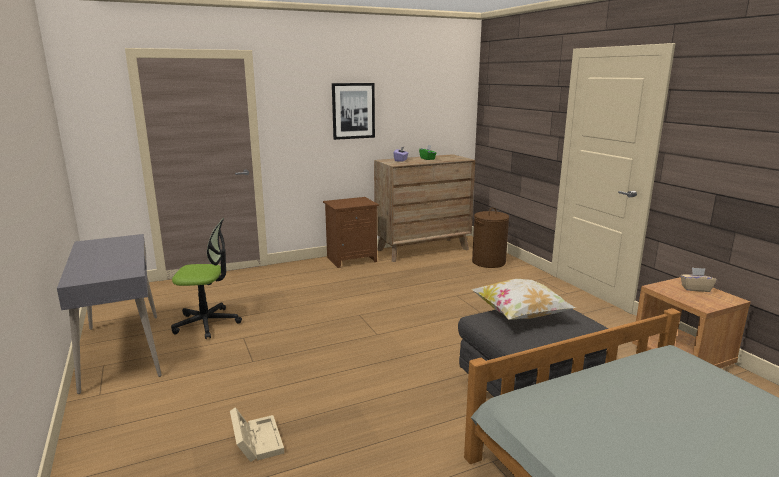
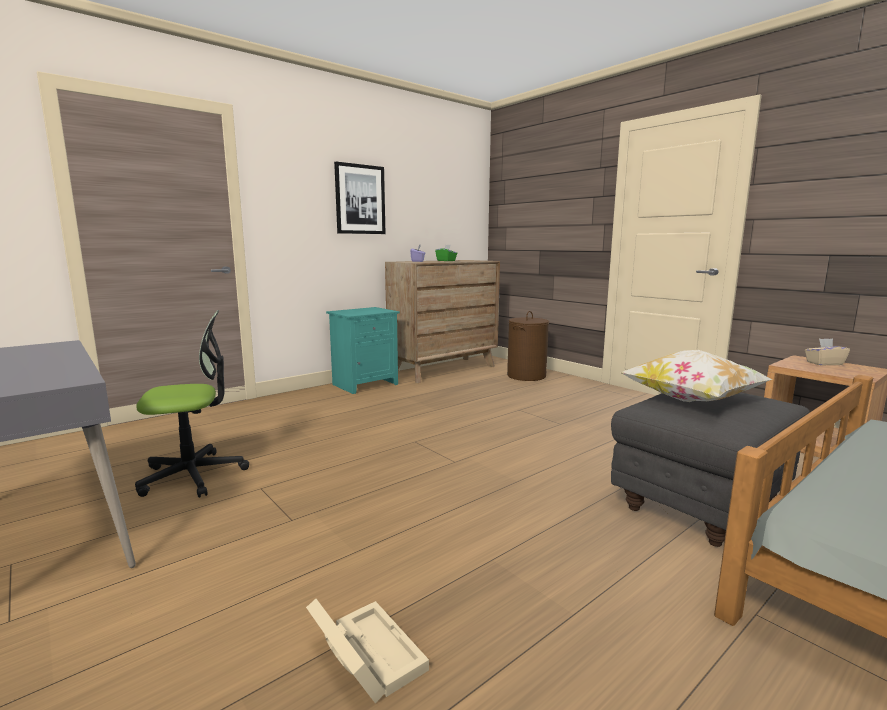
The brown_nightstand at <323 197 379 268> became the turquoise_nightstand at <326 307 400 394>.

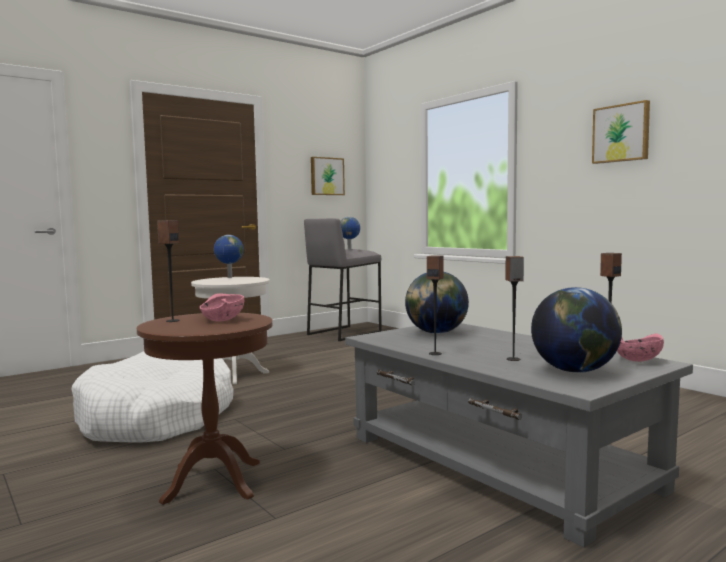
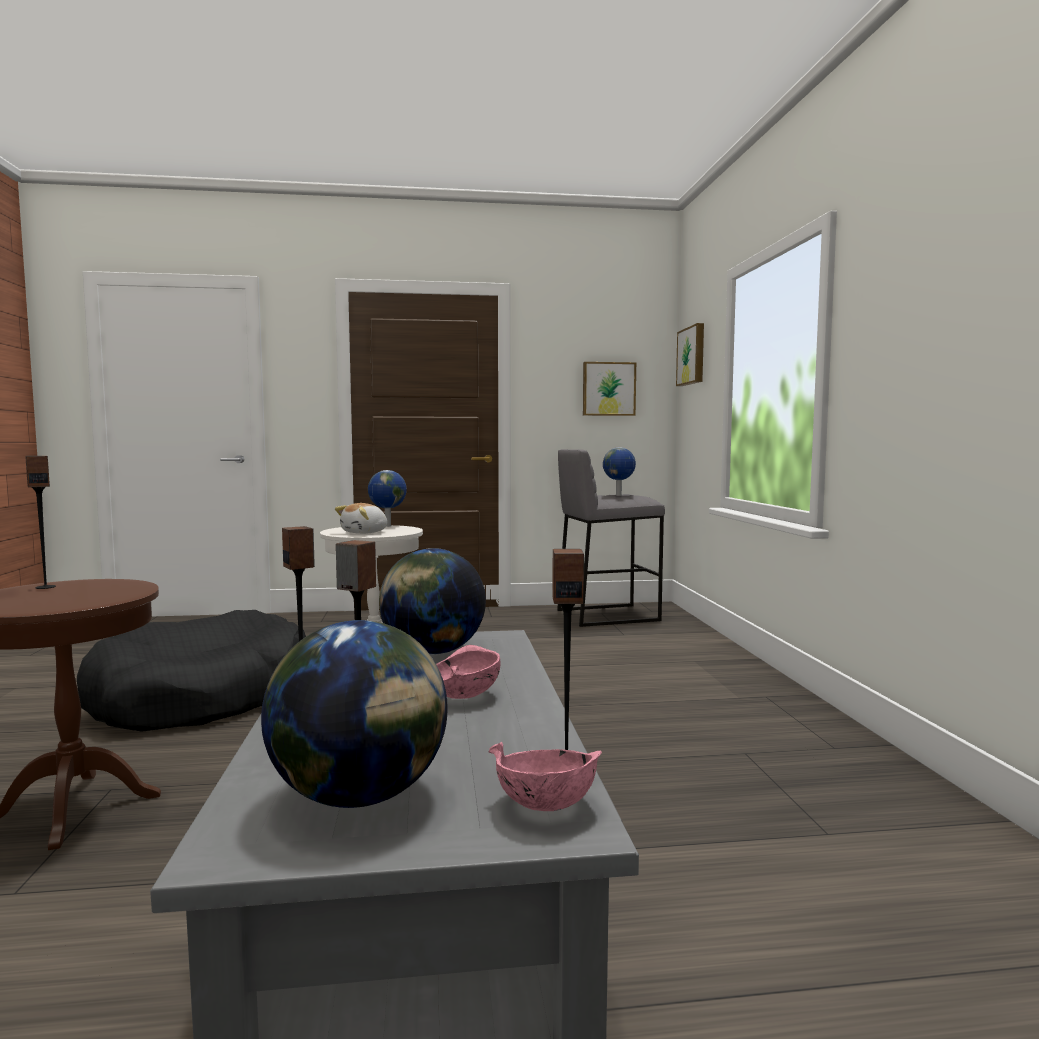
The white_dog_bed at <71 351 234 443> became the black_dog_bed at <77 610 306 732>. The pink_bowl moved from <200 293 245 322> to <436 645 500 699>. The picture moved from <592 100 650 164> to <676 323 704 386>. The plush_toy at <335 503 387 534> appeared.

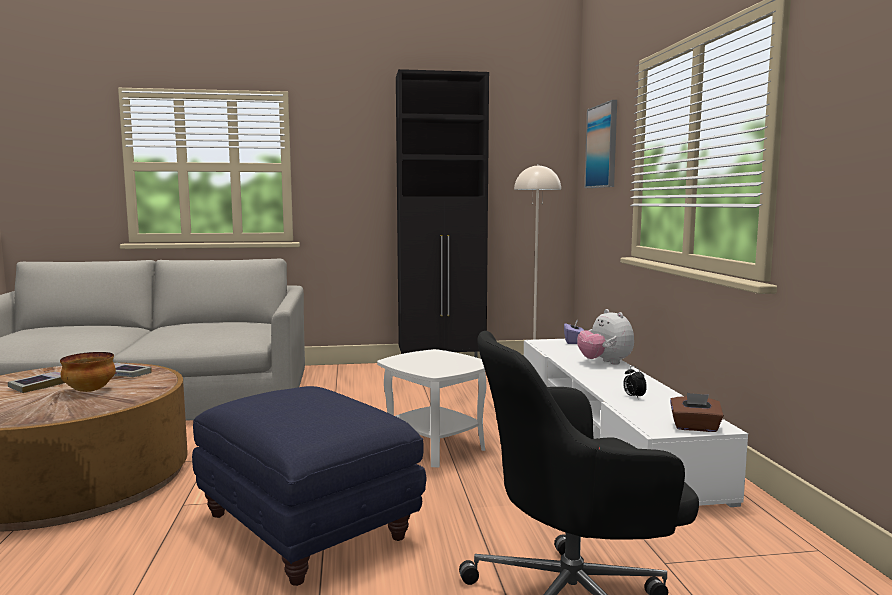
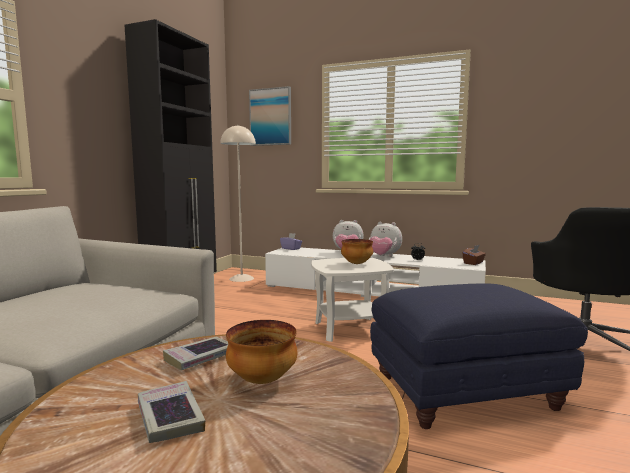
The bowl at <341 239 373 264> appeared. The plush_toy at <369 222 402 257> appeared.

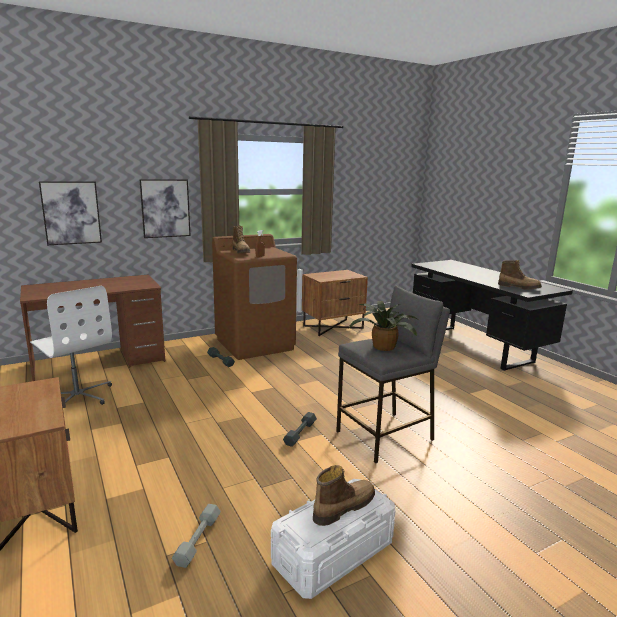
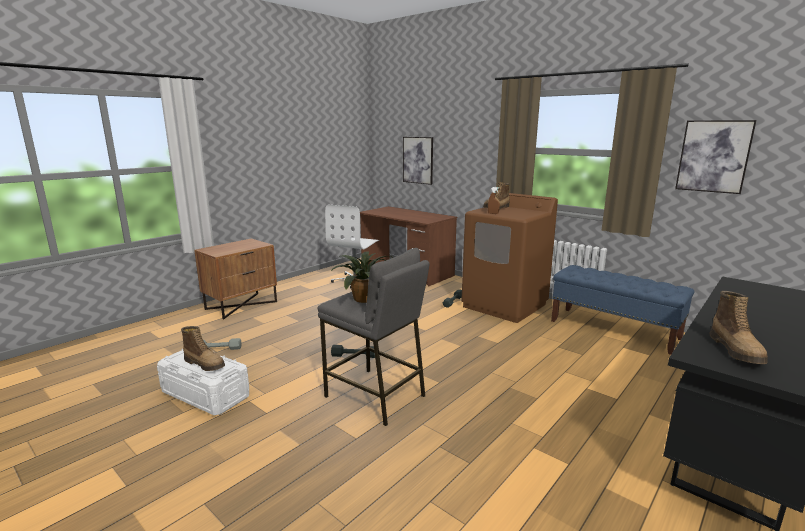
The picture moved from <139 179 191 238> to <675 120 757 194>. The brown_nightstand at <302 270 368 336> was replaced by the blue_bench at <551 265 695 355>.

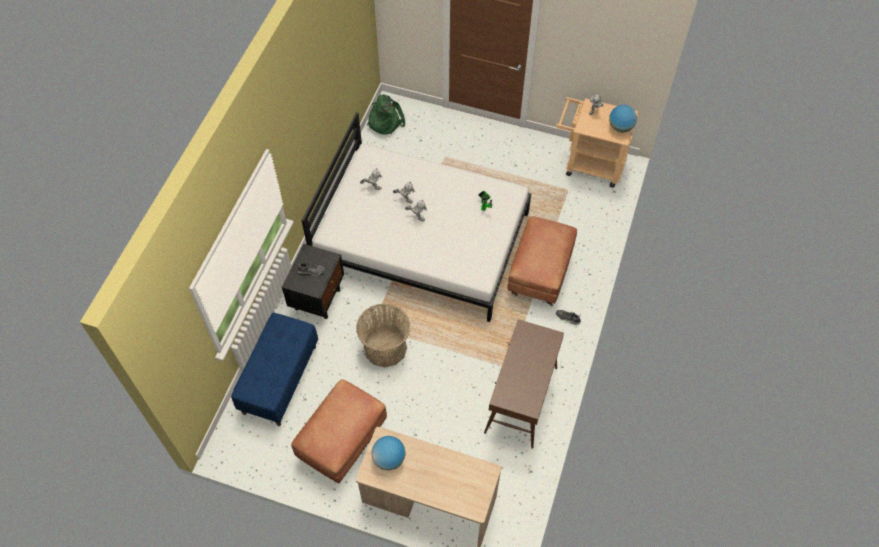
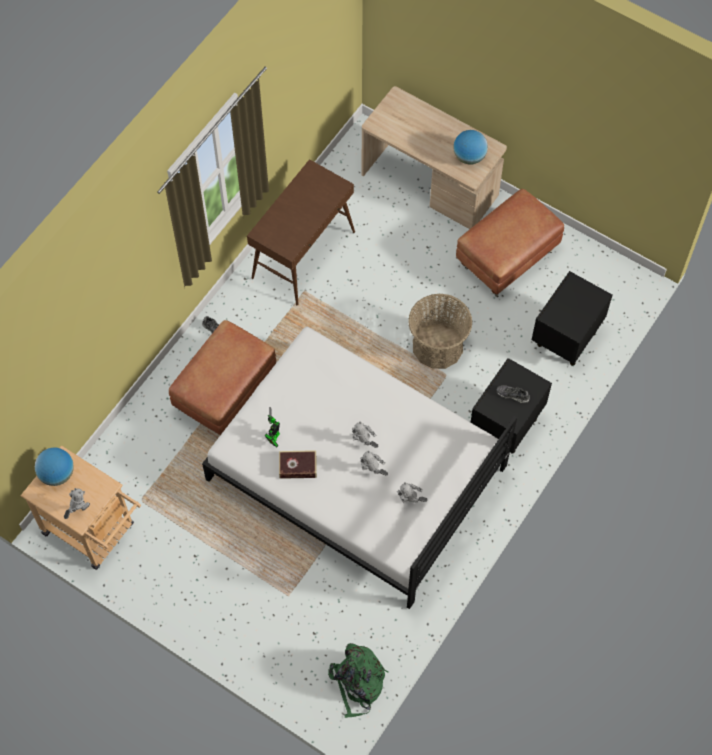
The blue_bench at <231 313 318 426> was replaced by the black_nightstand at <532 271 613 366>. The book at <279 450 317 479> appeared.

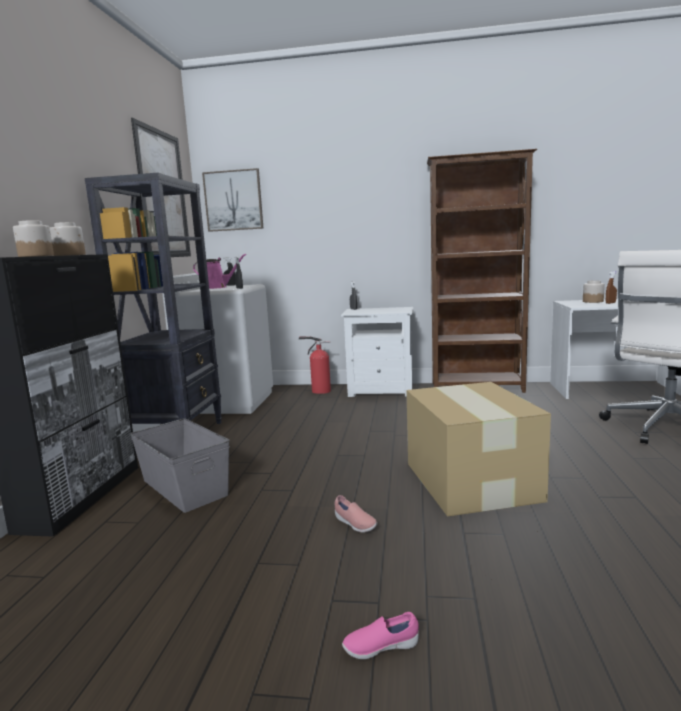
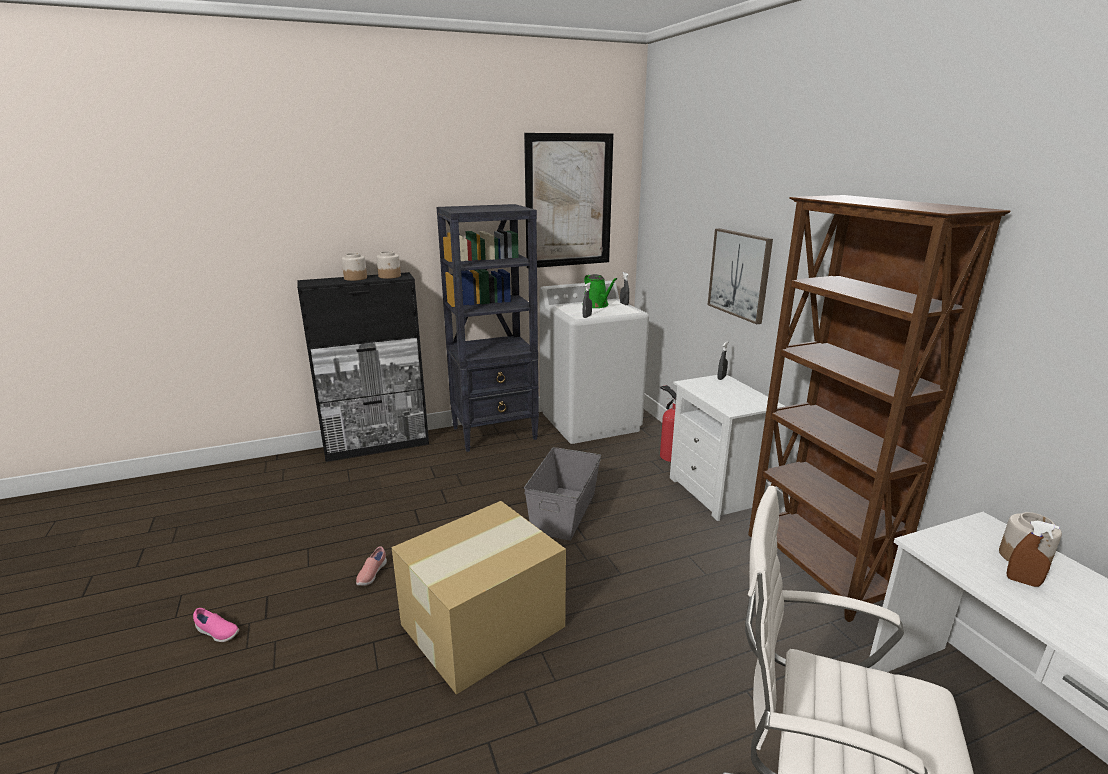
The grey_storage_box moved from <130 418 230 513> to <524 447 601 541>. The pink_watering_can at <193 254 246 289> became the green_watering_can at <582 274 617 308>. The picture moved from <202 168 264 232> to <708 228 773 324>. The pink_shoe at <342 612 419 659> turned 150 degrees clockwise.

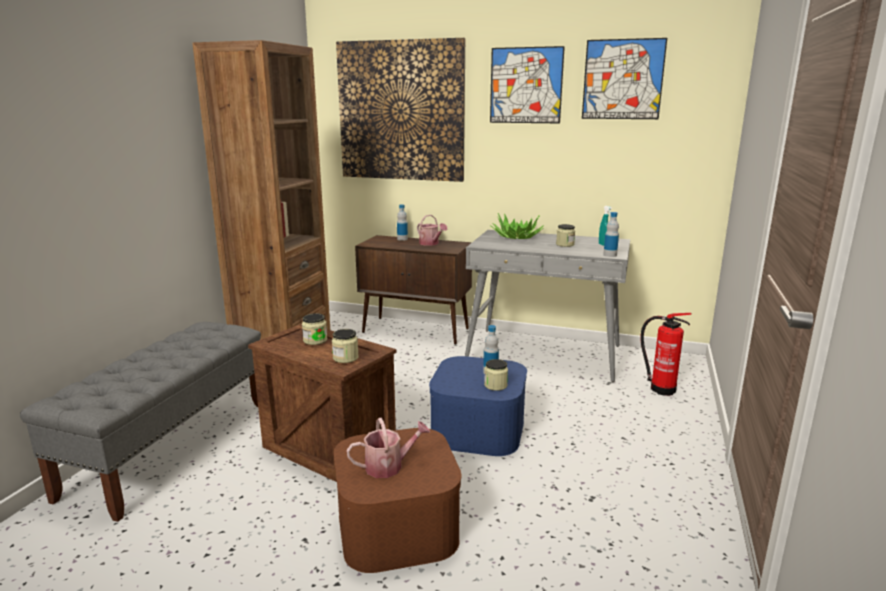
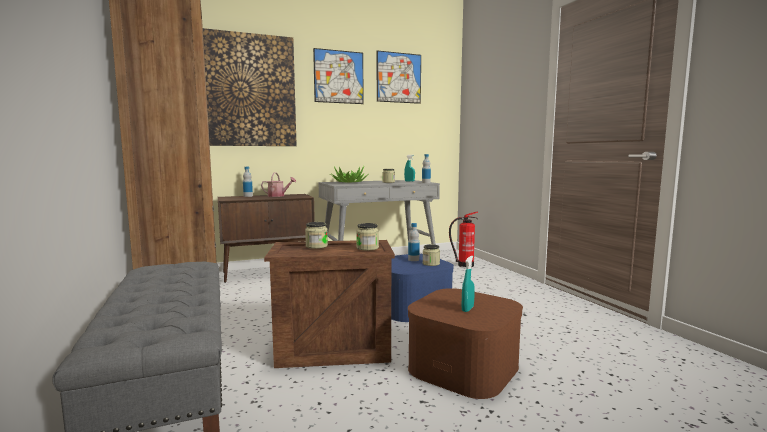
The watering_can at <346 418 430 478> was replaced by the turquoise_spray_bottle at <462 256 475 312>.

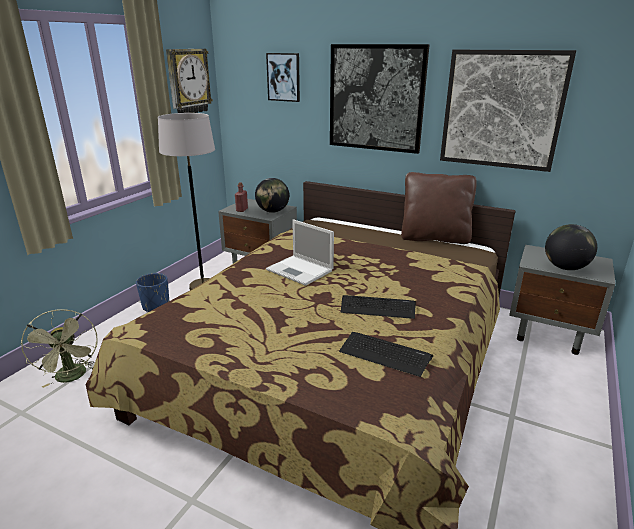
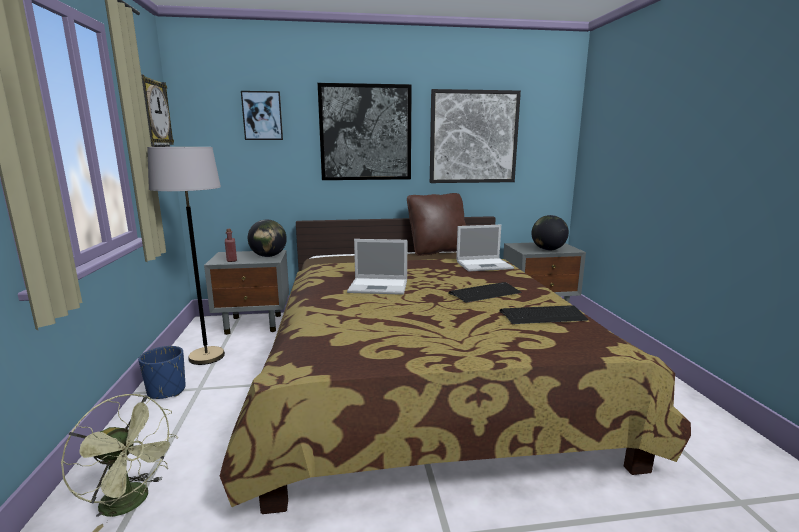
The laptop at <456 225 514 272> appeared.

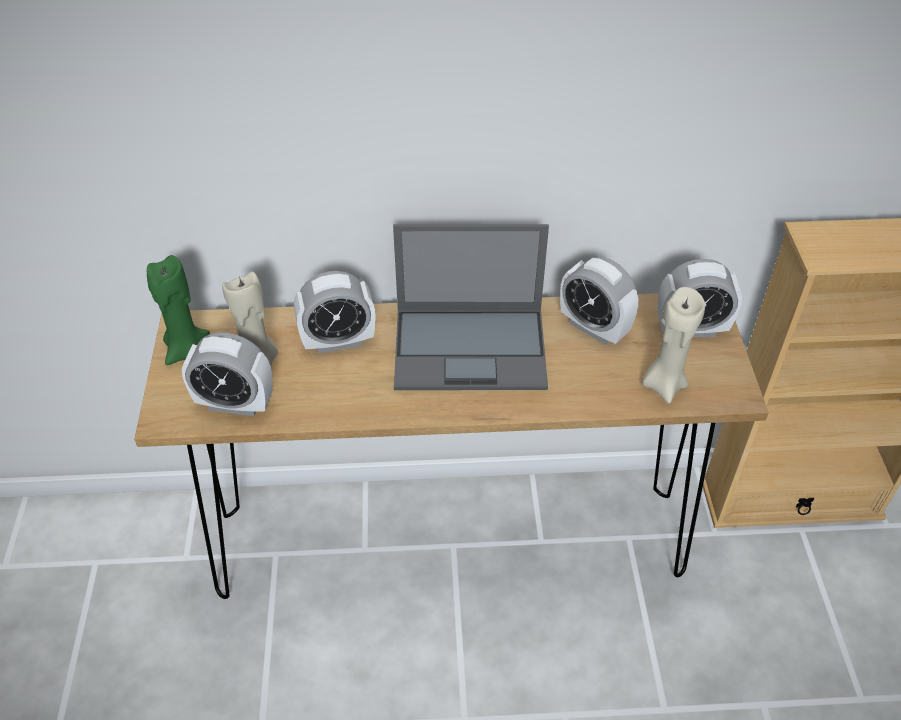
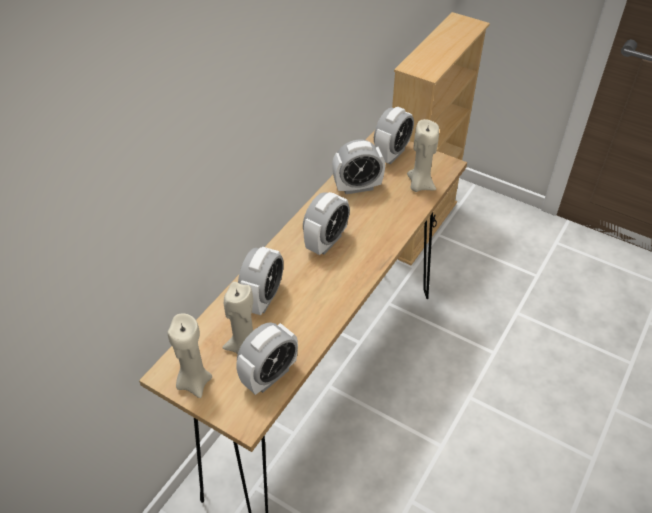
The green_candle at <147 255 210 365> became the beige_candle at <167 313 212 398>. The laptop at <393 224 549 390> was replaced by the alarm_clock at <303 192 350 255>.

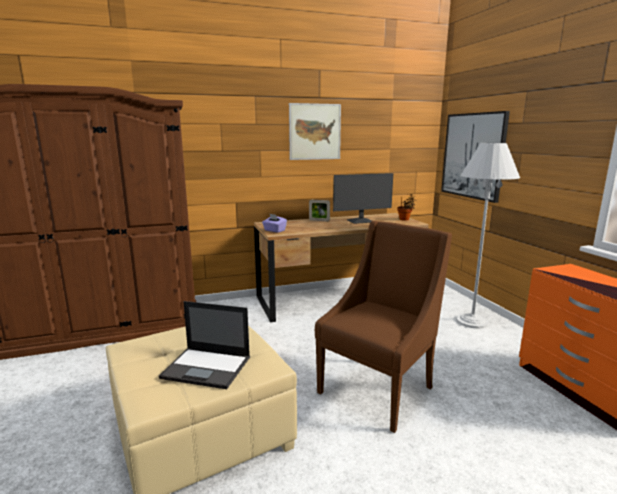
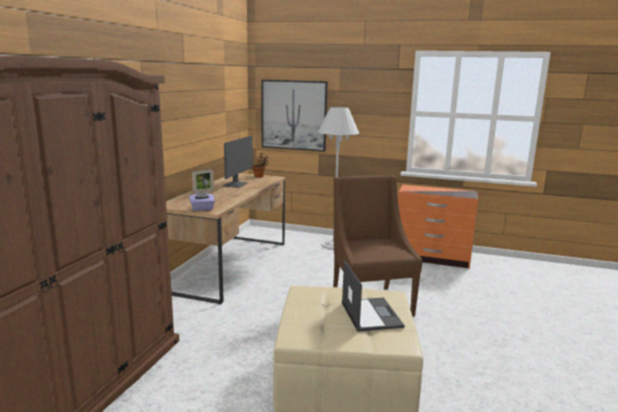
The laptop at <159 301 250 389> turned 60 degrees counterclockwise. The picture at <289 103 341 160> disappeared.

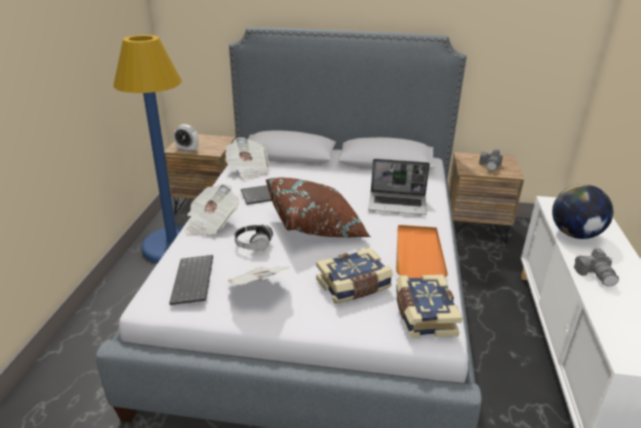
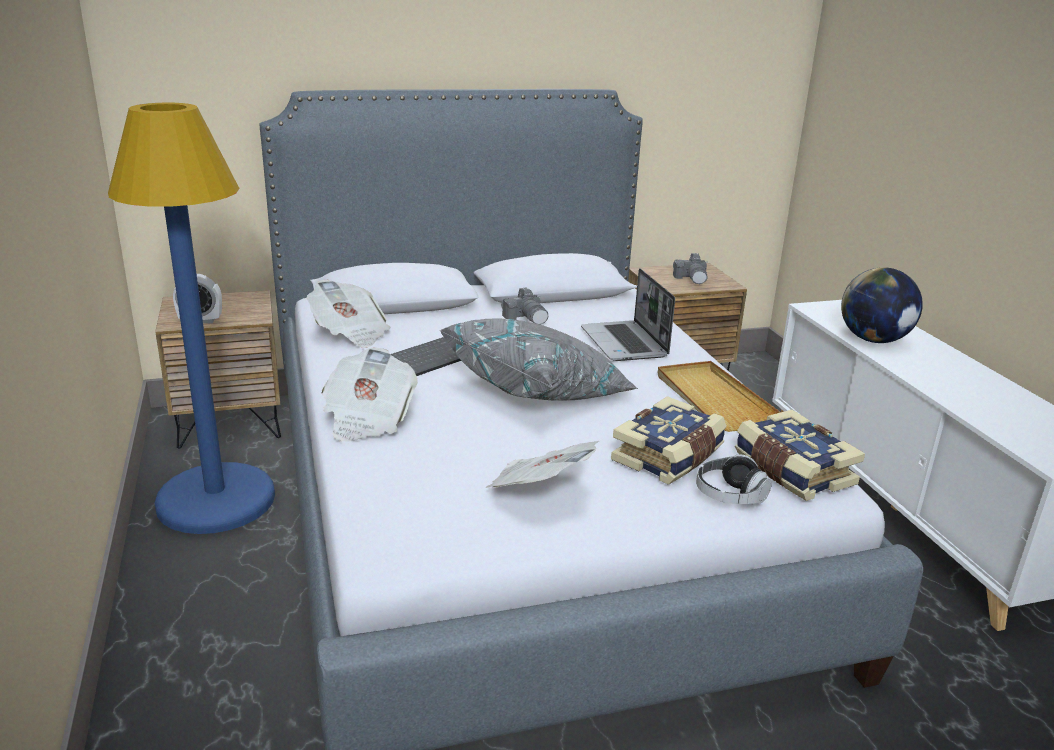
The keyboard at <169 255 213 305> disappeared. The headphones moved from <234 225 273 251> to <696 454 772 504>. The brown_pillow at <266 177 370 237> became the grey_pillow at <440 319 638 401>. The laptop at <368 159 430 215> turned 90 degrees clockwise. The orange_tray at <396 225 448 278> became the beige_tray at <657 361 781 432>. The photo_camera moved from <574 249 619 286> to <501 288 548 324>.

